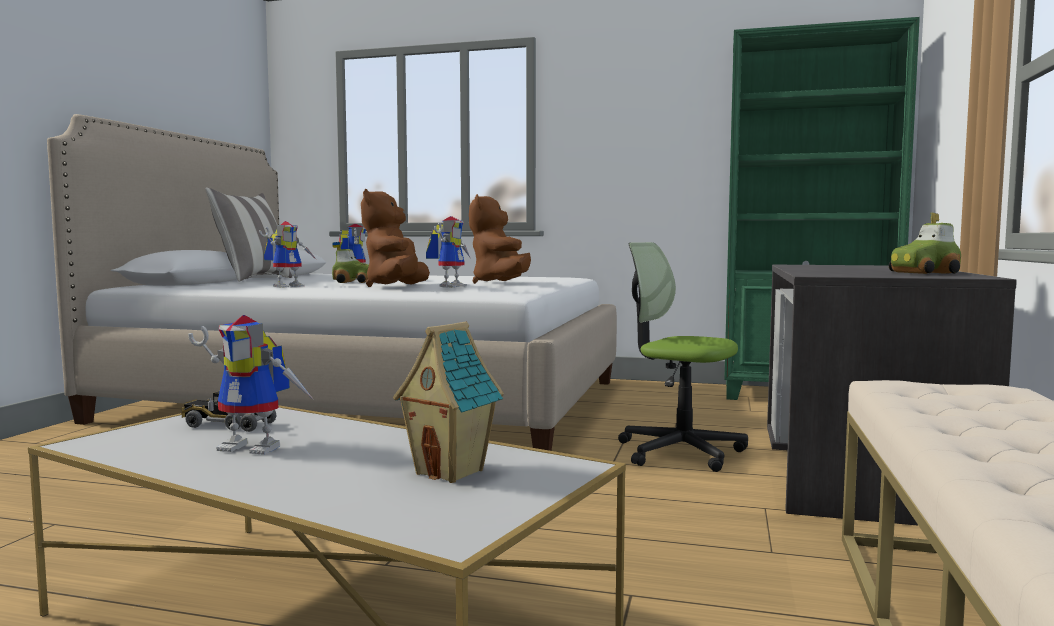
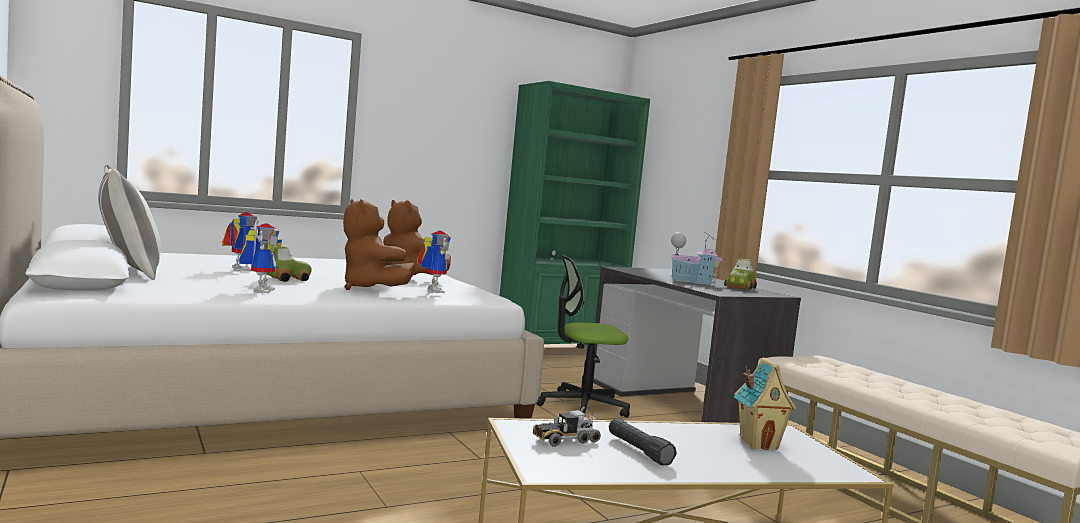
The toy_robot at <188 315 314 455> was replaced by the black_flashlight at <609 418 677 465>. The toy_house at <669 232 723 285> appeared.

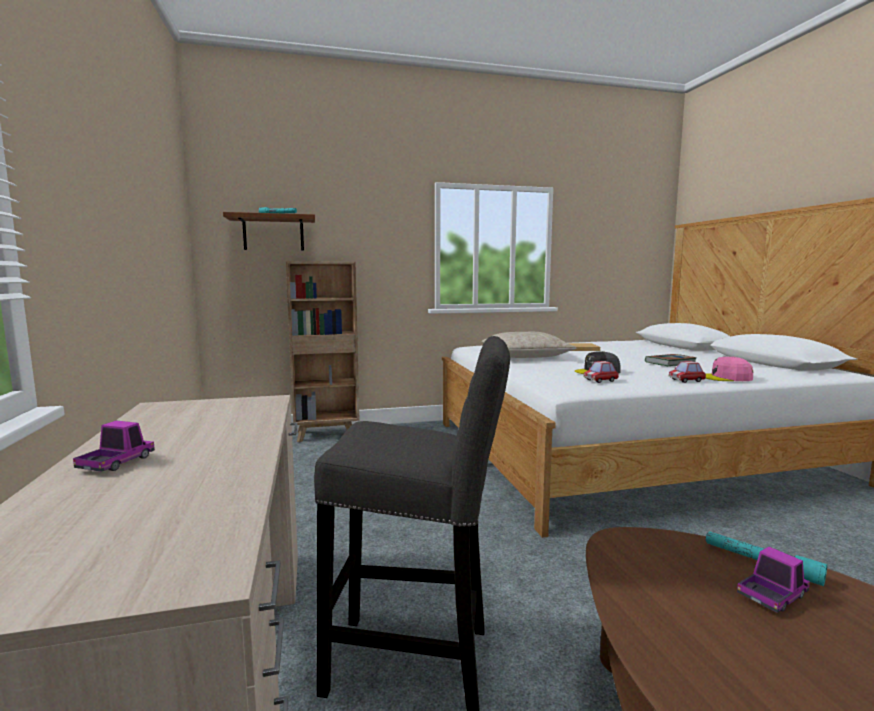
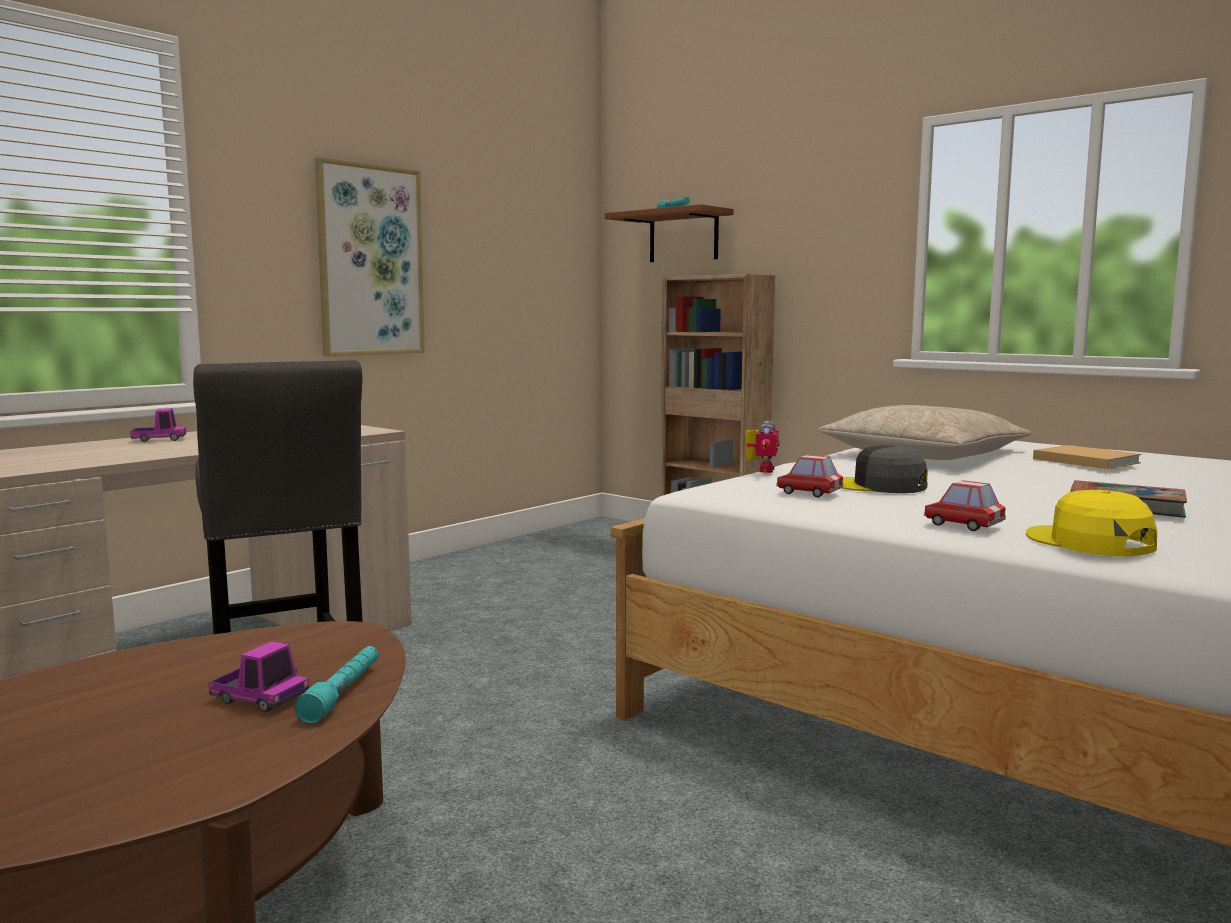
The pink_cap at <706 357 753 381> became the yellow_cap at <1026 490 1157 557>. The picture at <315 157 425 356> appeared. The toy_robot at <746 420 779 473> appeared.

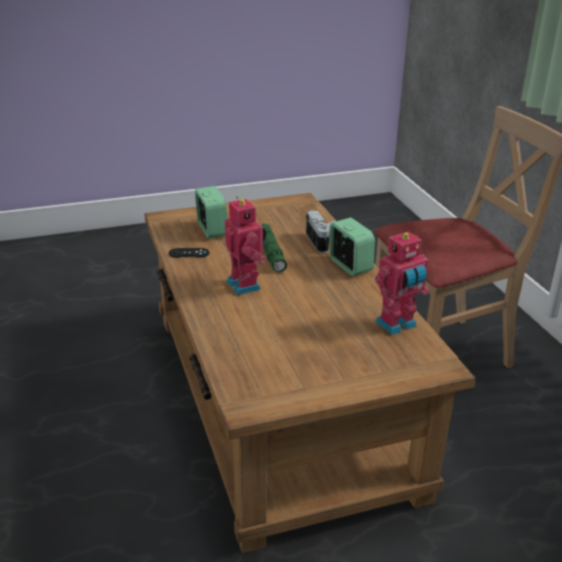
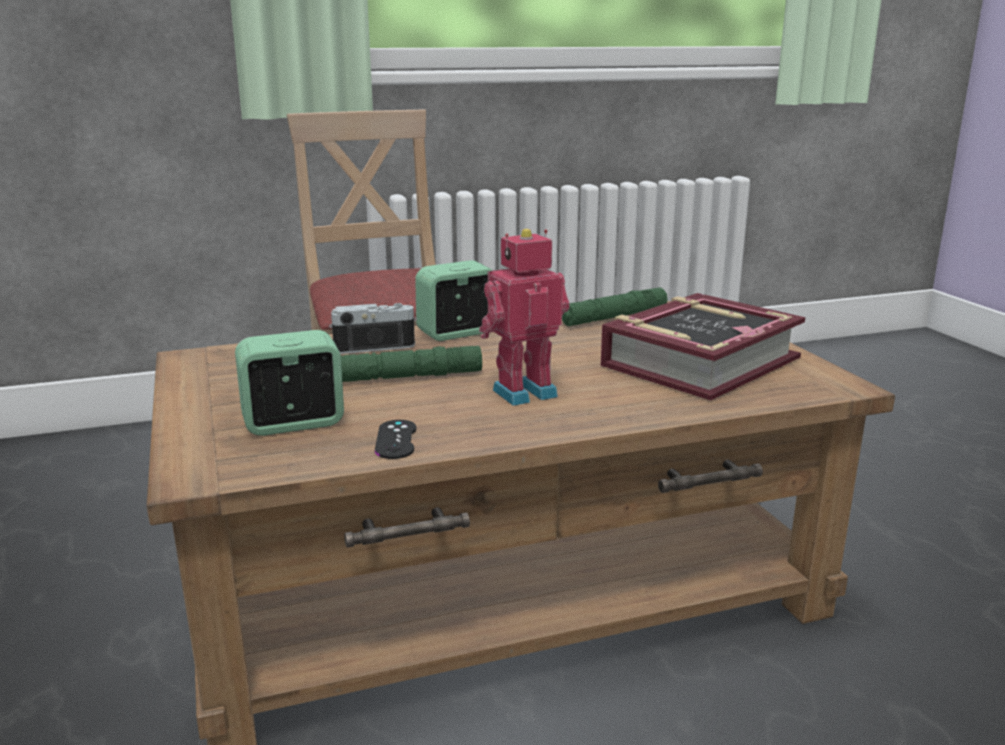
The toy_robot at <375 231 429 335> was replaced by the green_flashlight at <562 287 668 326>. The book at <601 293 805 400> appeared.

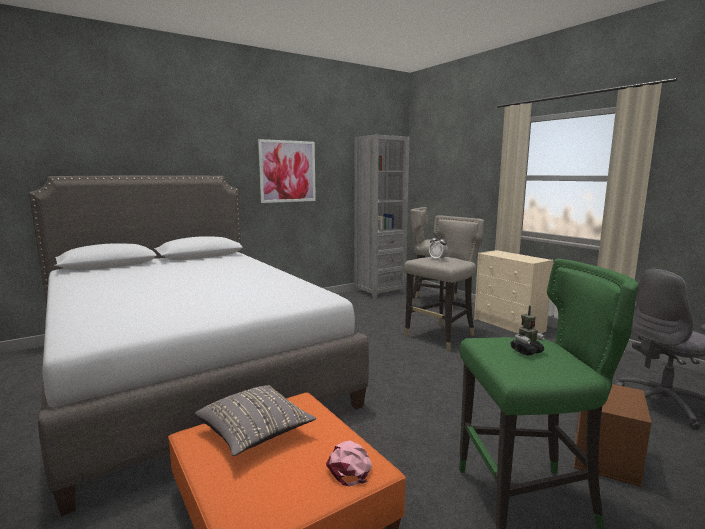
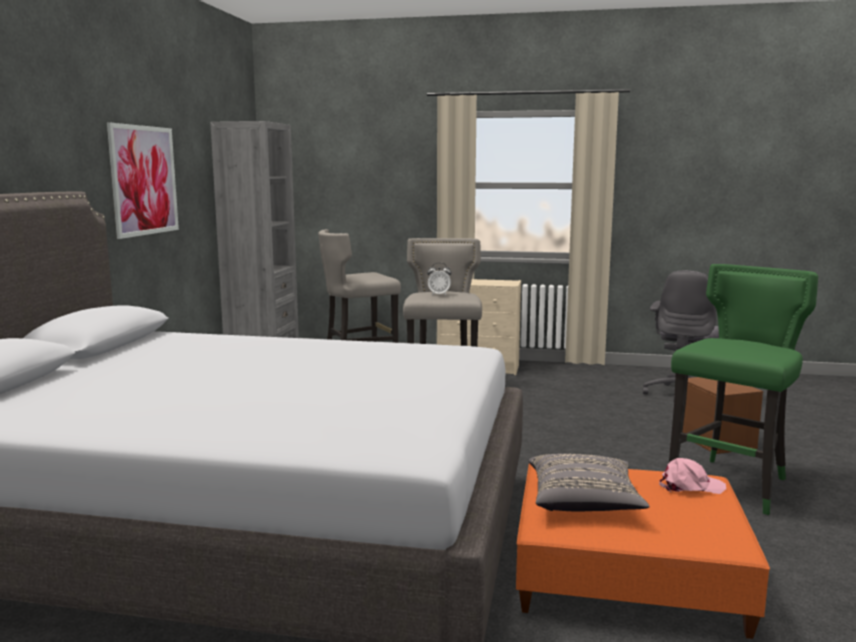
The pink_cap at <326 440 372 487> turned 135 degrees clockwise. The toy_robot at <510 305 546 356> disappeared.

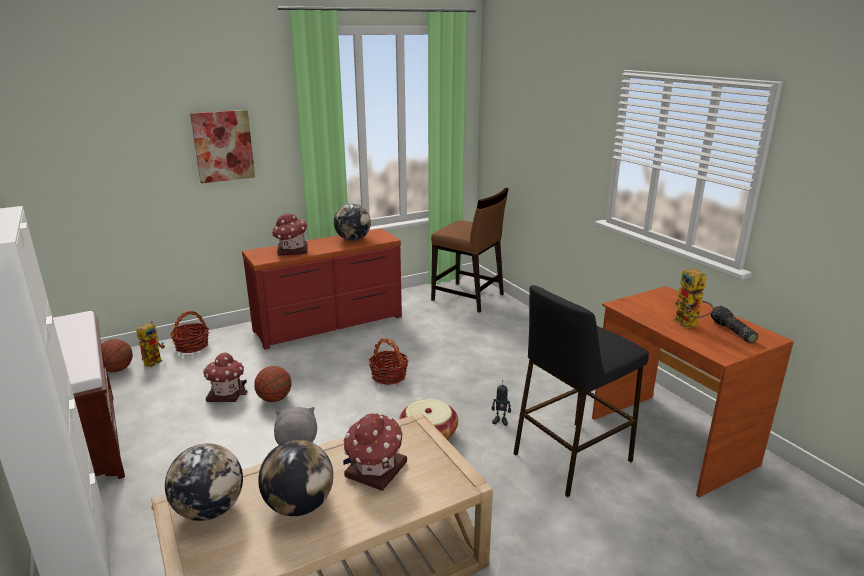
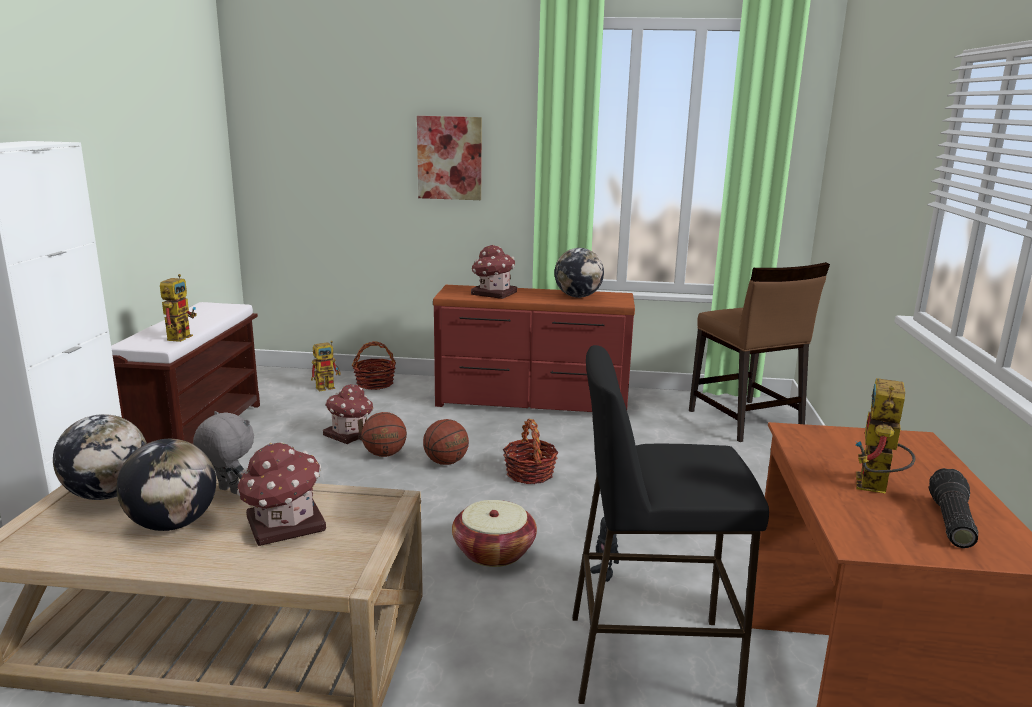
The basketball moved from <101 339 133 372> to <423 419 469 465>. The toy_robot at <160 274 197 342> appeared.

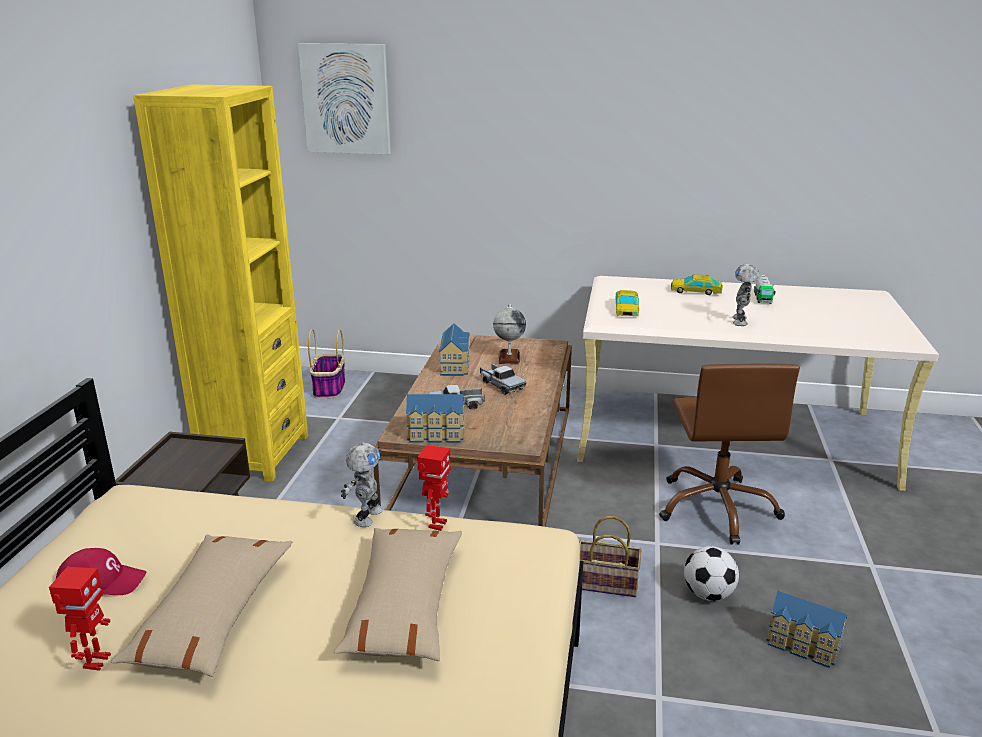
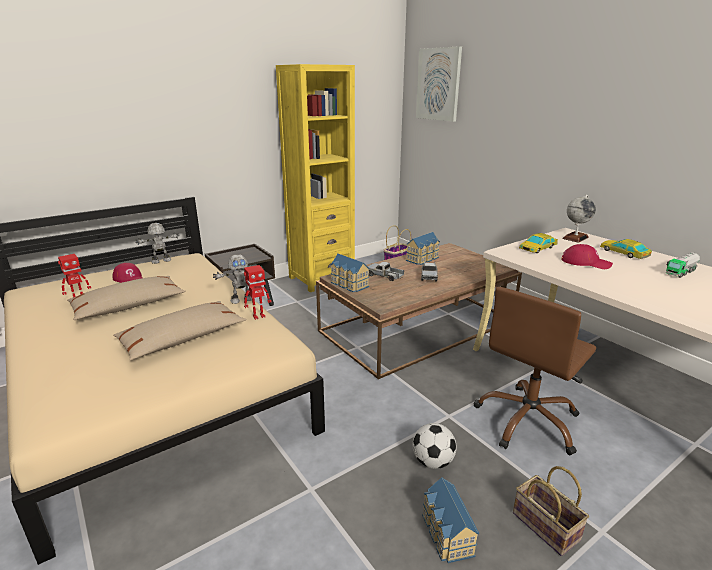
The globe moved from <493 305 526 364> to <562 195 596 243>. The basket moved from <579 516 642 597> to <513 466 589 556>. The toy_robot moved from <732 264 760 326> to <135 223 179 264>. The red_cap at <561 244 613 269> appeared.

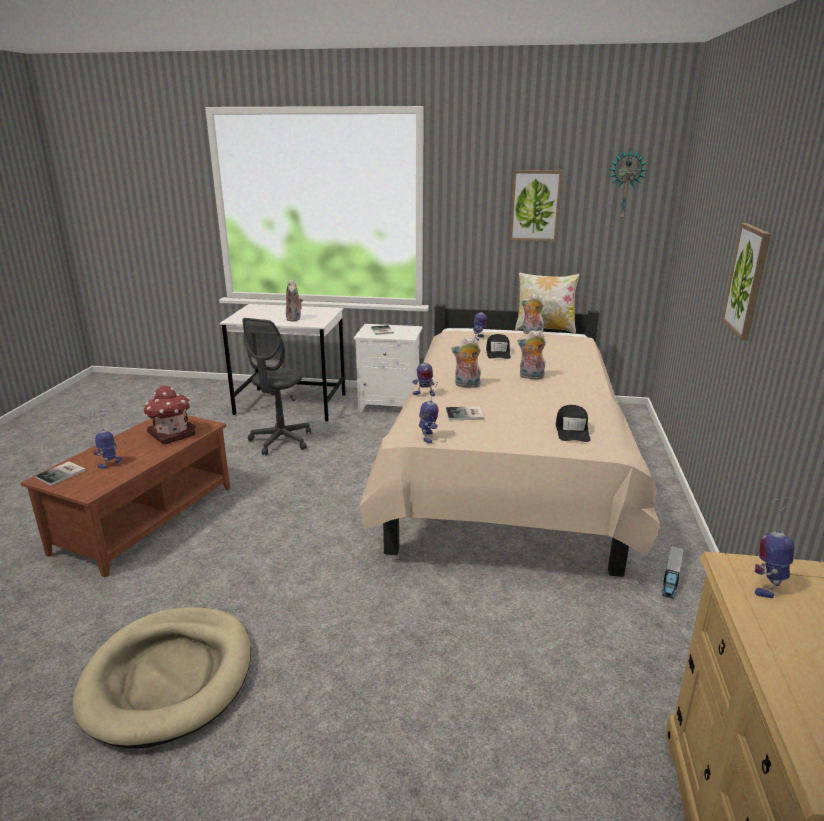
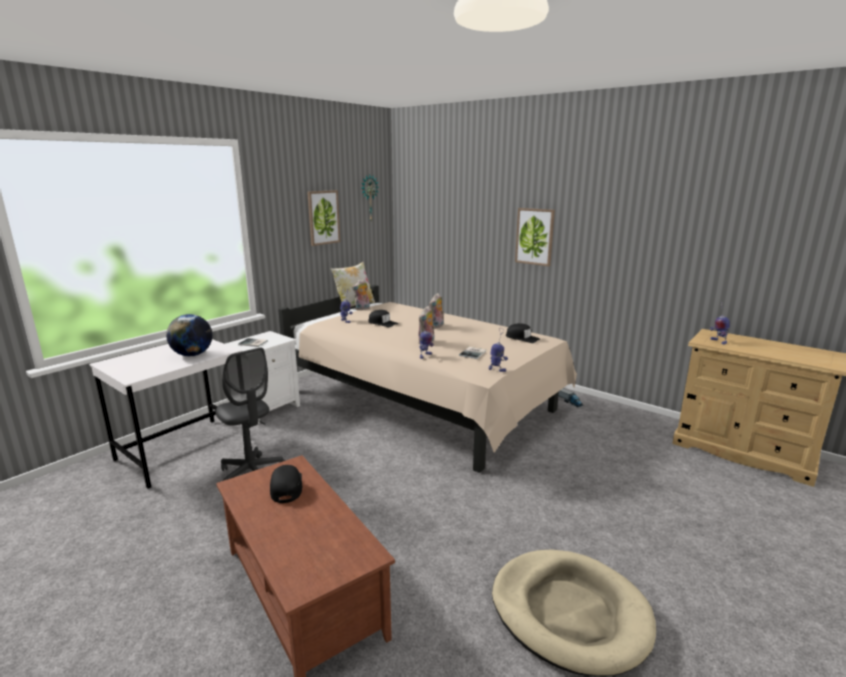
The book at <35 461 86 486> disappeared. The toy_robot at <94 411 122 469> disappeared. The toy_house at <143 385 196 445> was replaced by the black_cap at <270 465 302 503>. The plush_toy at <286 279 303 321> was replaced by the globe at <166 314 213 356>.

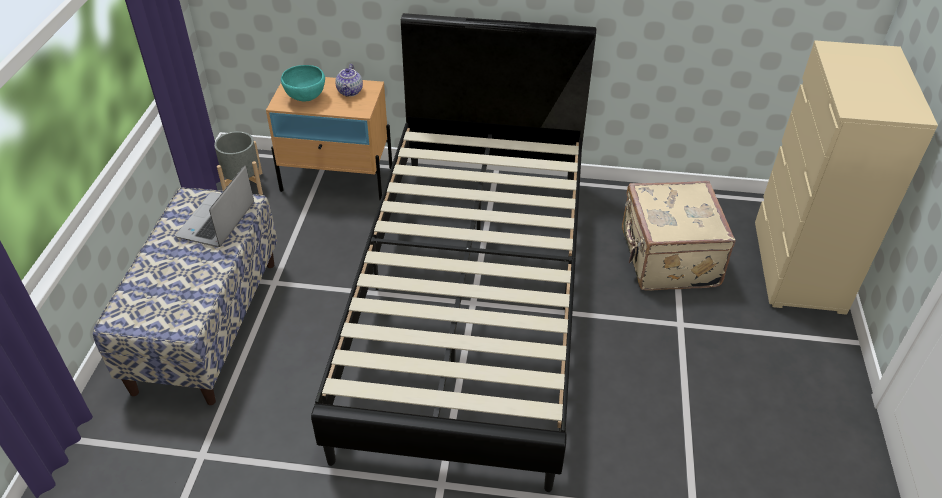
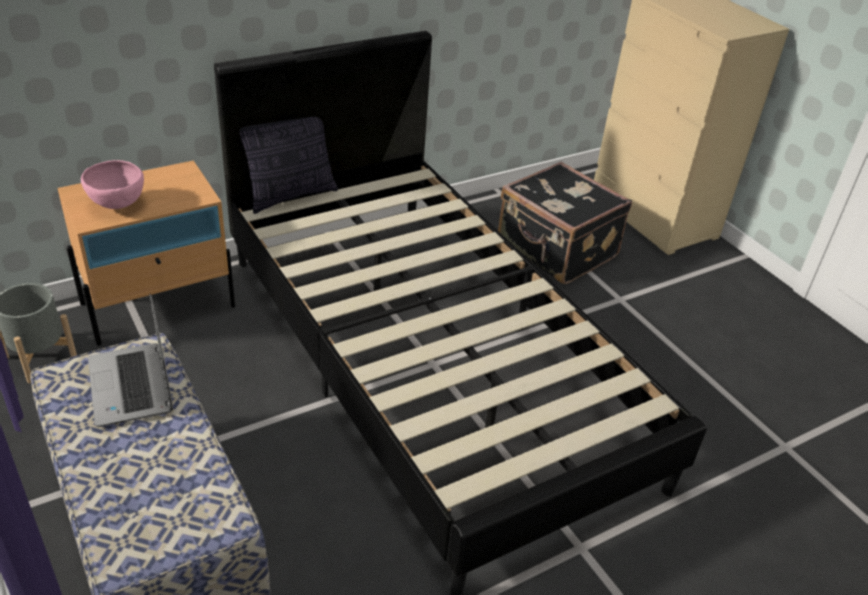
The turquoise_bowl at <281 65 325 101> became the pink_bowl at <81 160 144 209>. The teapot at <335 64 363 97> disappeared. The beige_suitcase at <622 181 736 291> became the black_suitcase at <498 161 632 284>. The pillow at <239 117 338 214> appeared.

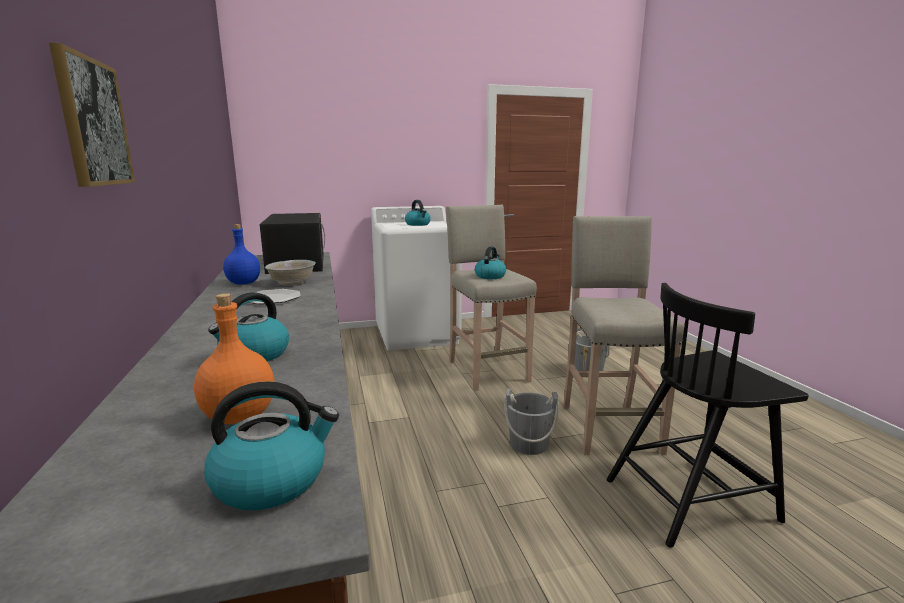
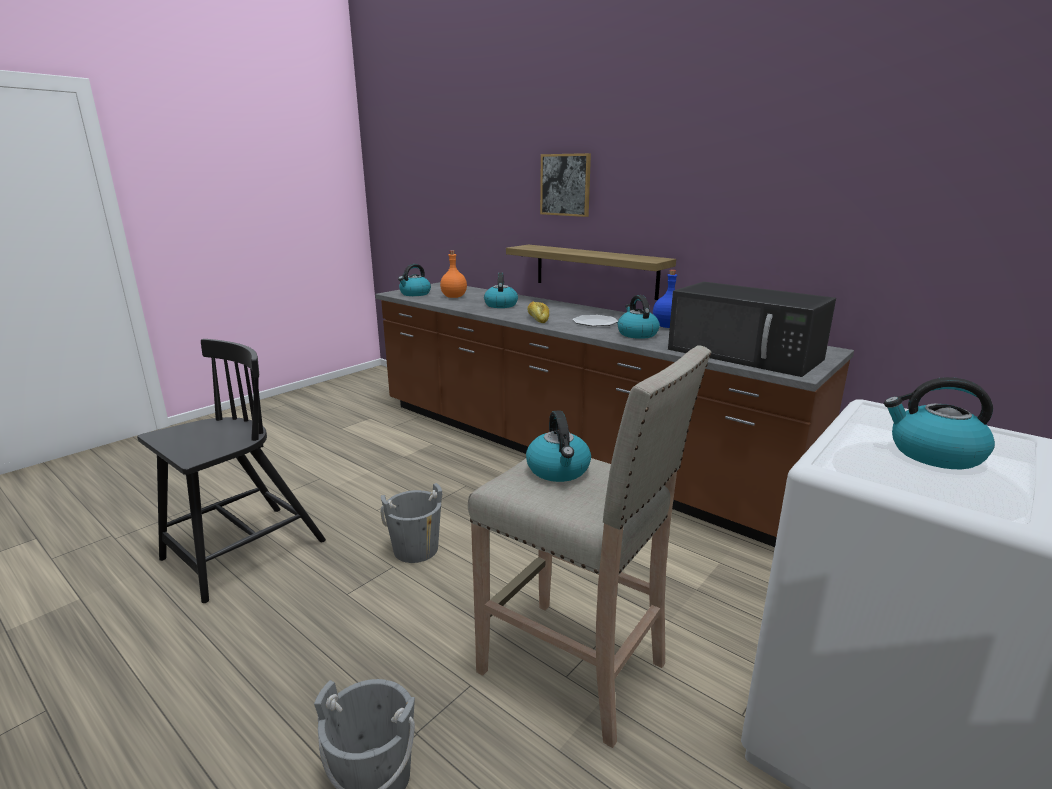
The white_bowl at <265 260 316 285> was replaced by the kettle at <618 295 660 339>. The beige_stool at <563 216 684 455> disappeared. The shelf at <506 245 676 300> appeared. The bread at <527 302 549 323> appeared.

